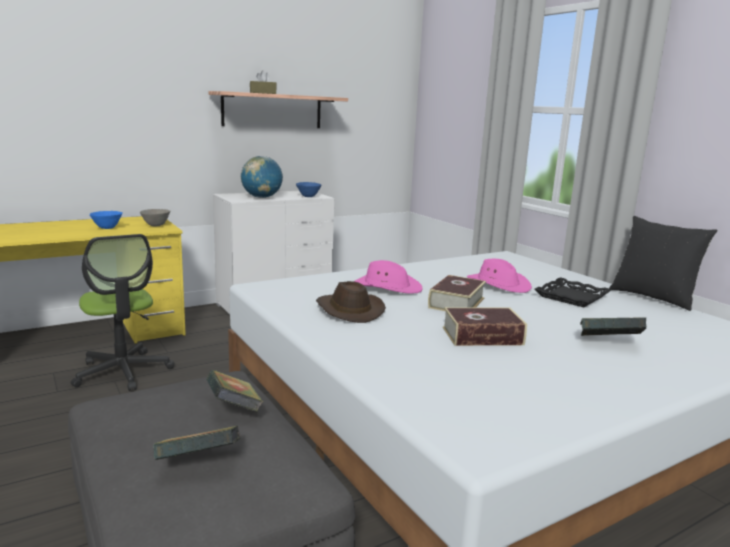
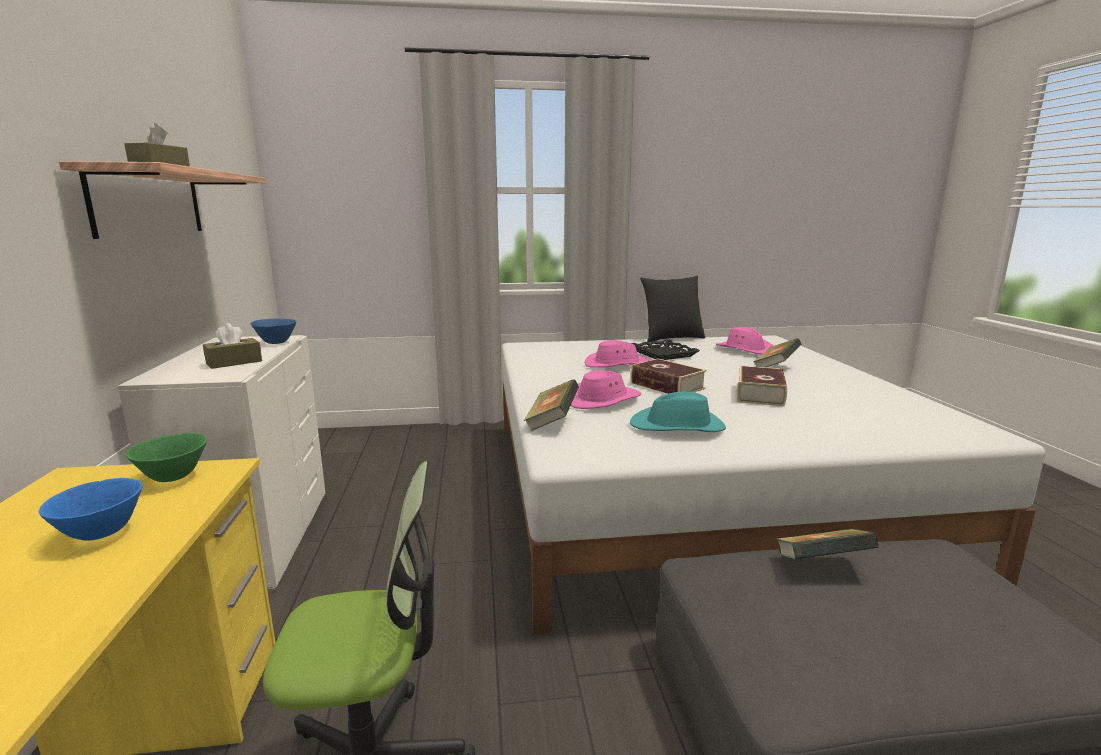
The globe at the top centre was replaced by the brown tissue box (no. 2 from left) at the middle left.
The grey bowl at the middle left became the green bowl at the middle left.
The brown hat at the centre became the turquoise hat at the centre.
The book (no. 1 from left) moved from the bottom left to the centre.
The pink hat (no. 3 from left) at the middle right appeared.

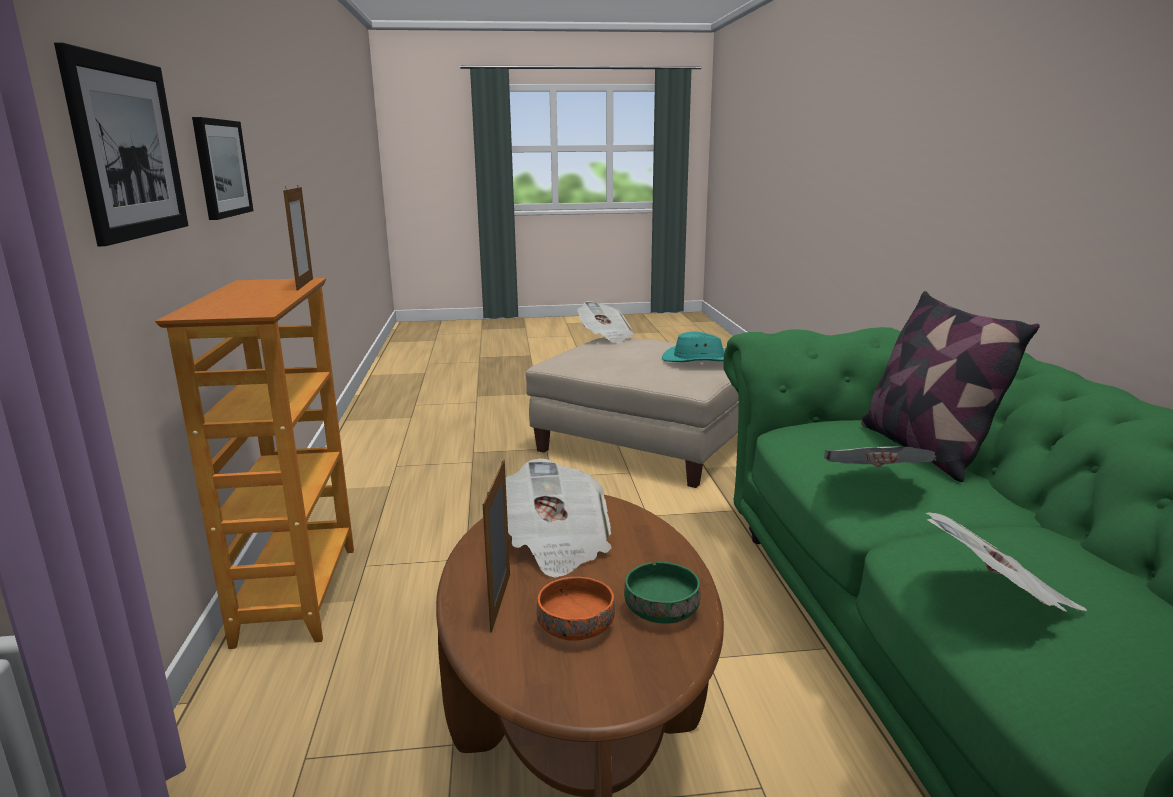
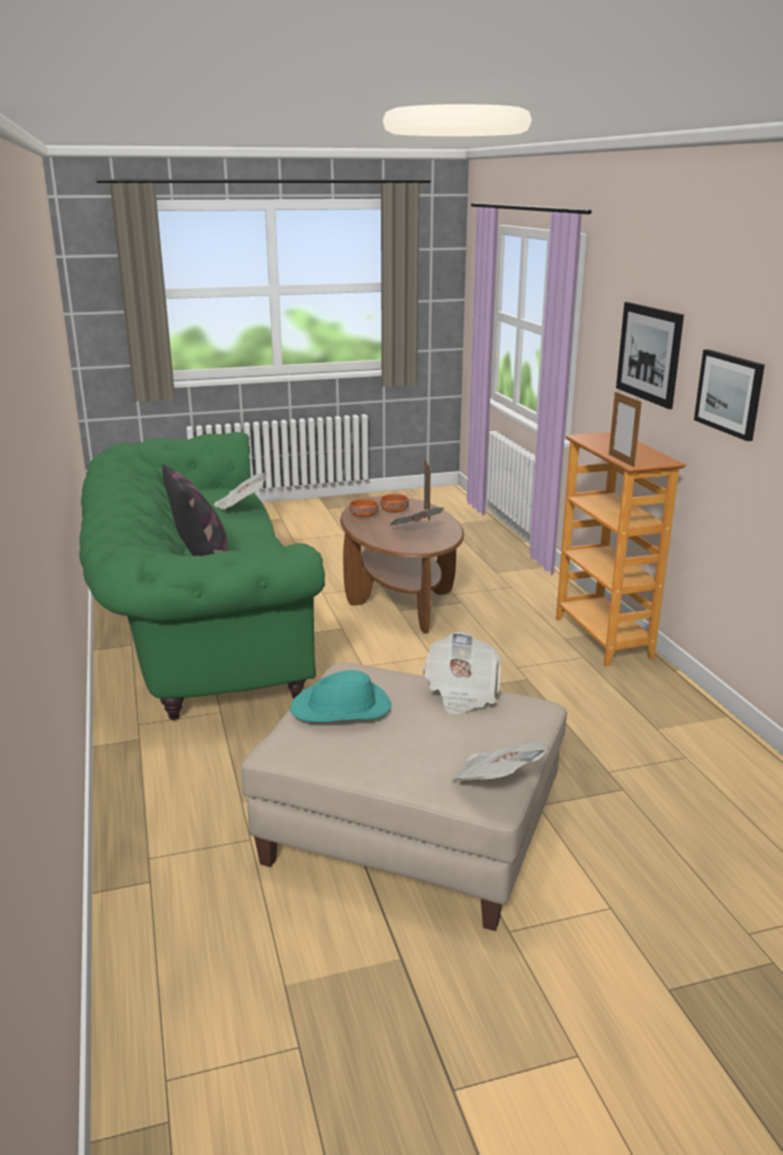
The newspaper (no. 3 from left) moved from the middle right to the centre.
The green bowl at the bottom centre became the orange bowl (no. 1 from left) at the centre.

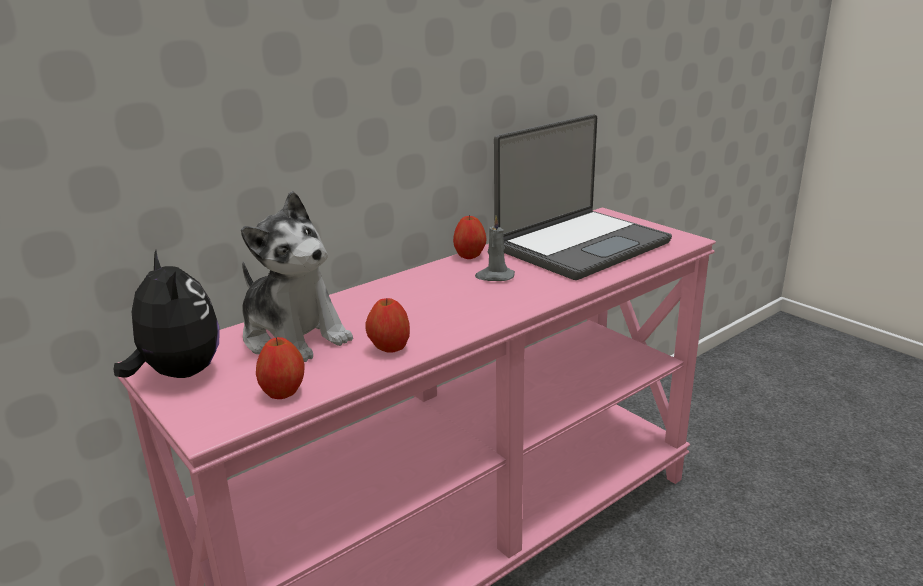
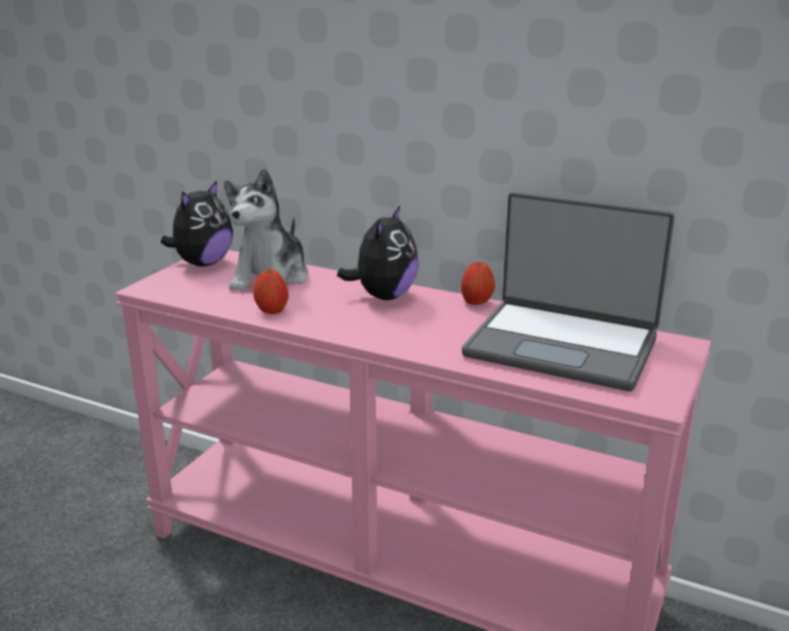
The grey candle at the centre disappeared.
The apple (no. 1 from left) at the middle left disappeared.
The plush toy (no. 3 from left) at the centre appeared.

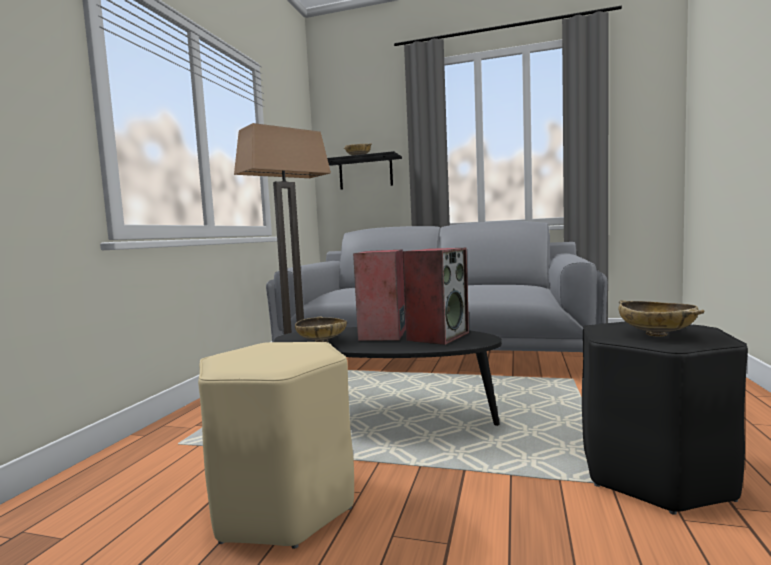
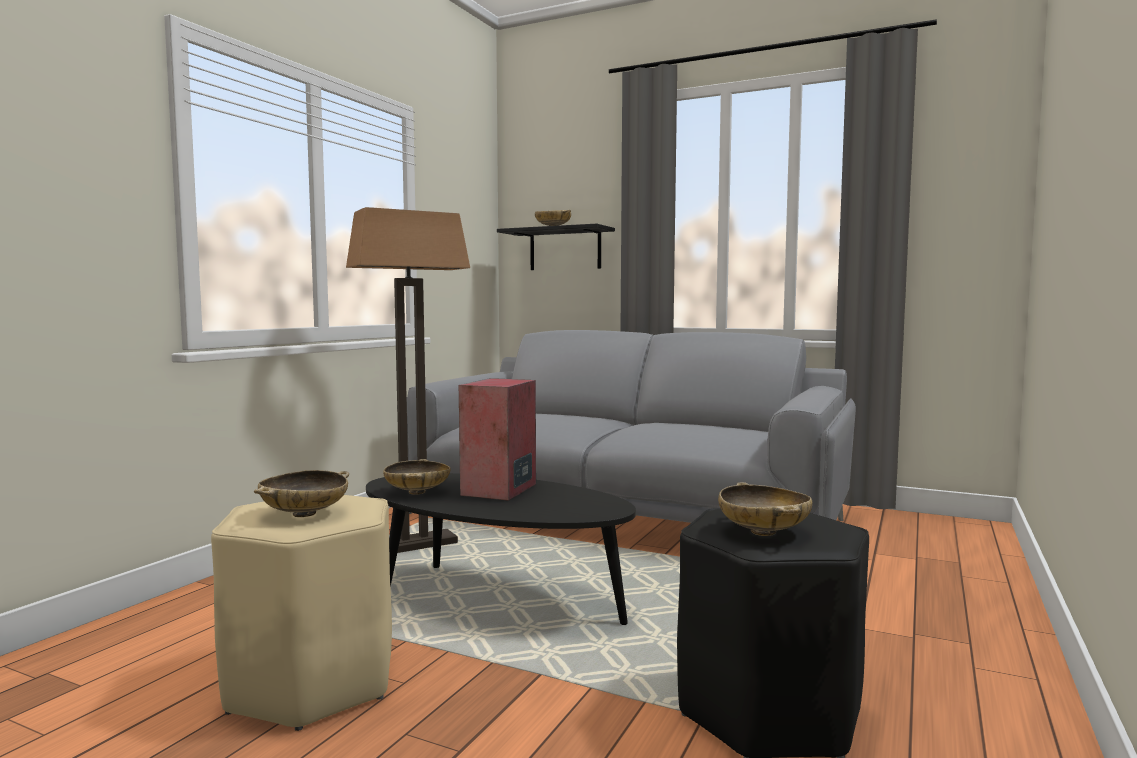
The speaker (no. 2 from left) at the centre disappeared.
The beige bowl (no. 1 from left) at the middle left appeared.

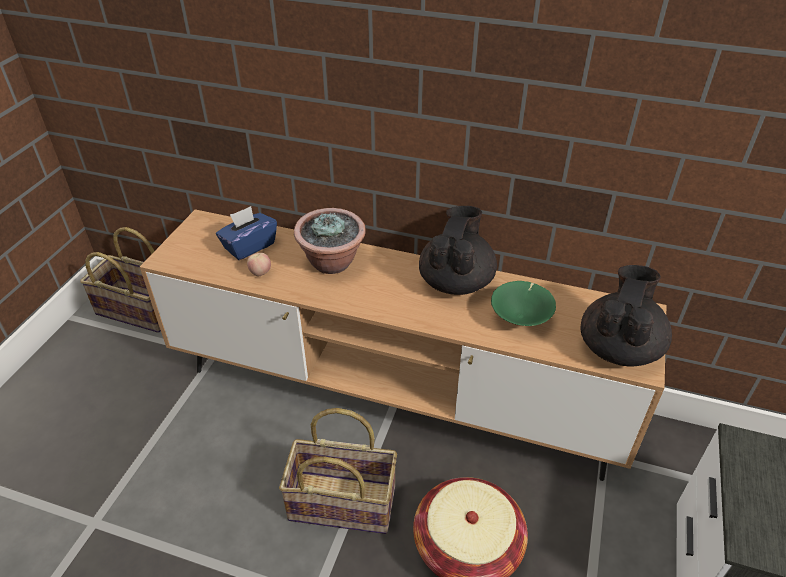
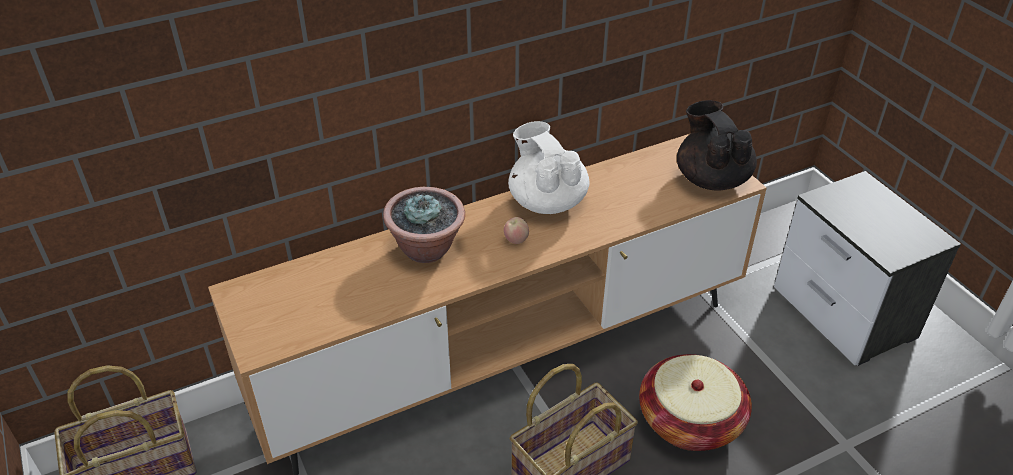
The blue tissue box at the middle left disappeared.
The black teapot (no. 1 from left) at the centre became the white teapot at the centre.
The apple moved from the middle left to the centre.
The green bowl at the centre disappeared.

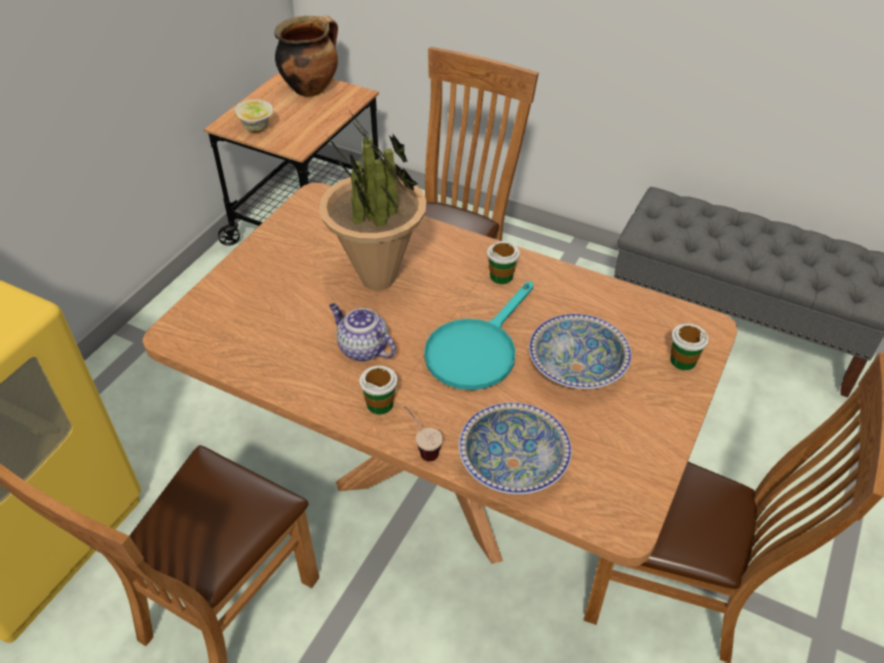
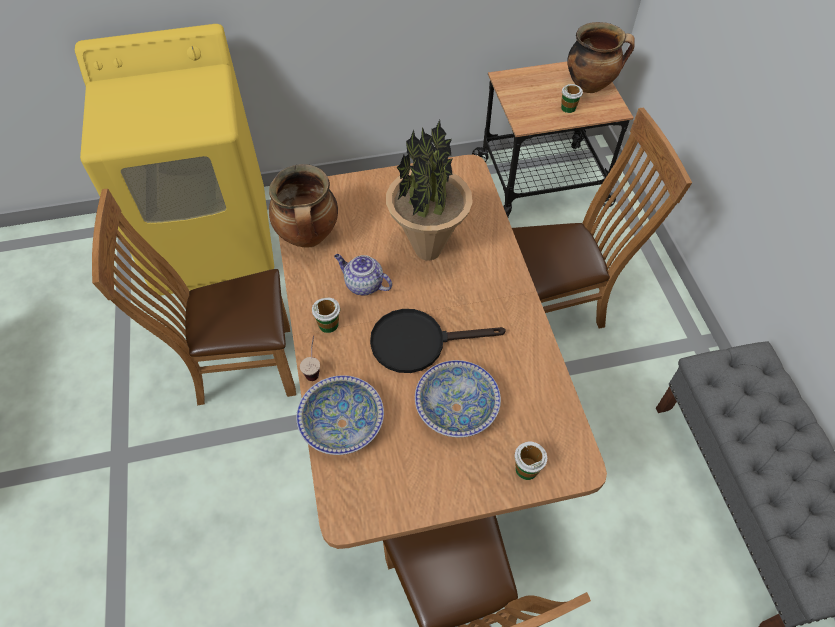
The bowl (no. 1 from left) at the top left disappeared.
The cup (no. 3 from left in the first image) moved from the centre to the top right.
The turquoise frying pan at the centre became the black frying pan at the centre.
The teapot at the centre turned 60 degrees counterclockwise.
The cooking pot (no. 1 from left) at the top centre appeared.

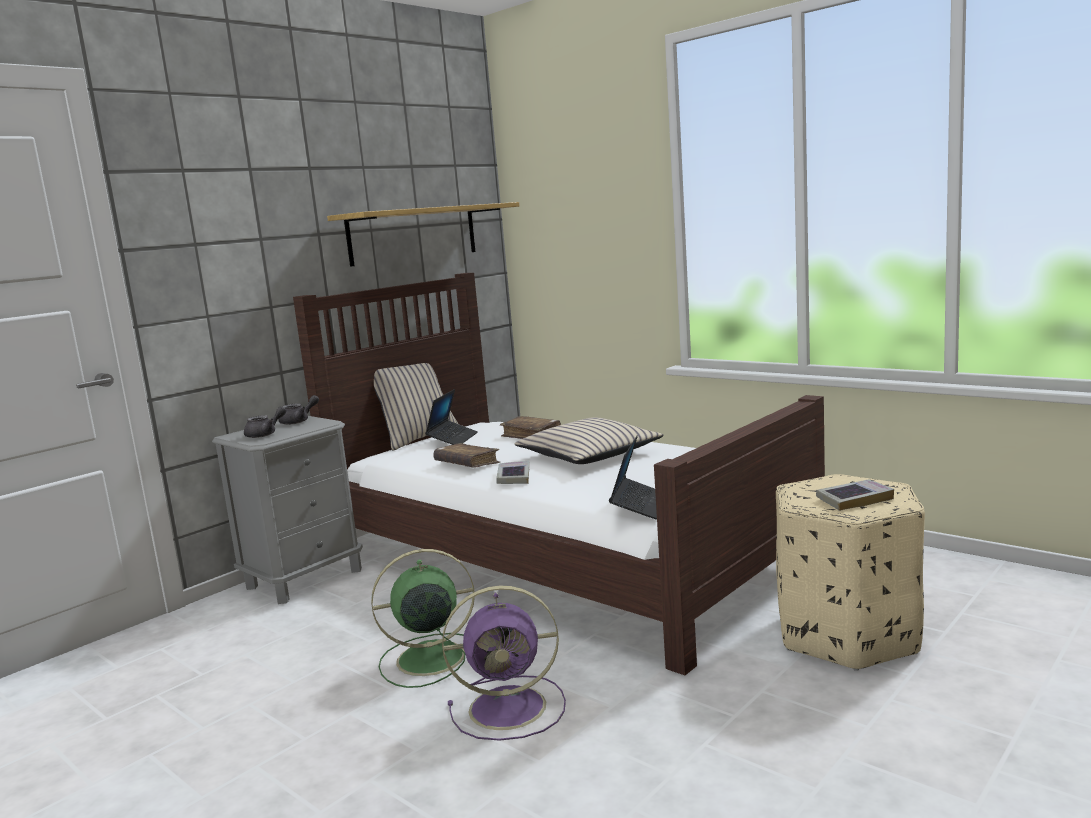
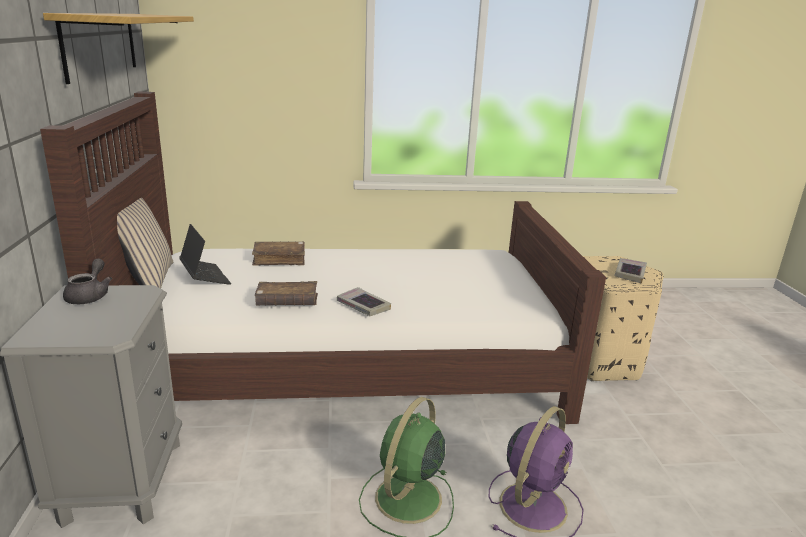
The grey teapot (no. 1 from left) at the middle left disappeared.
The beige pillow (no. 2 from left) at the centre disappeared.
The laptop (no. 2 from left) at the centre disappeared.

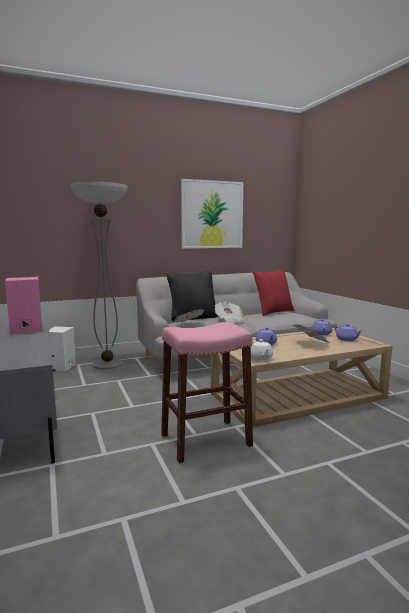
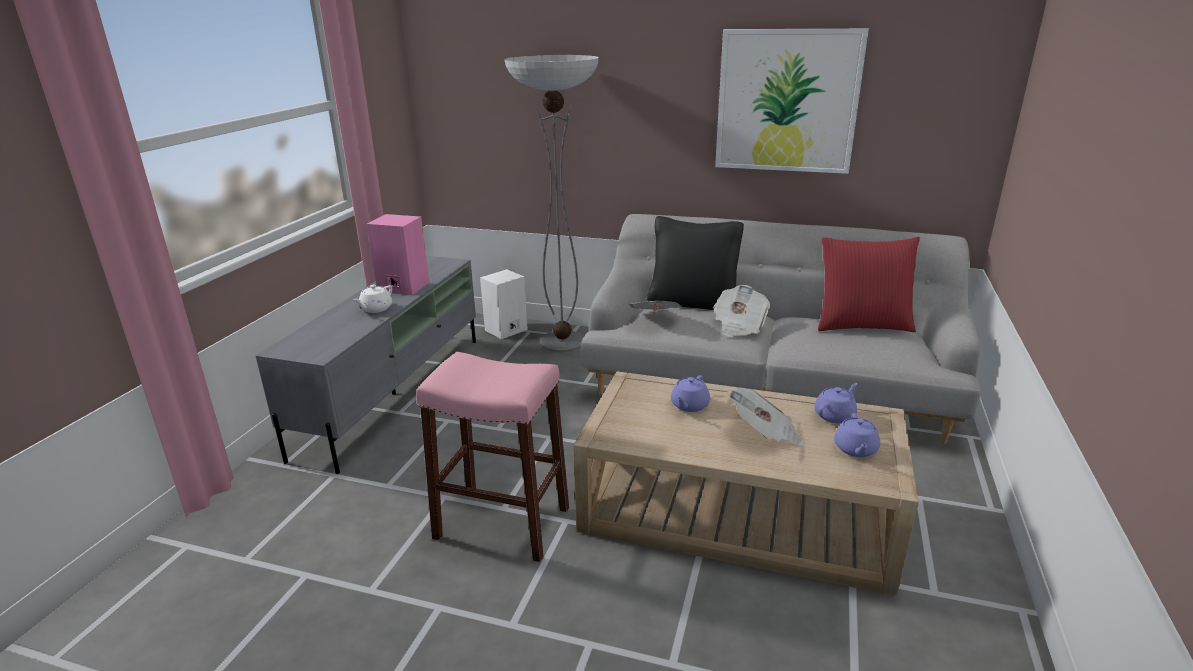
The white teapot moved from the centre to the middle left.

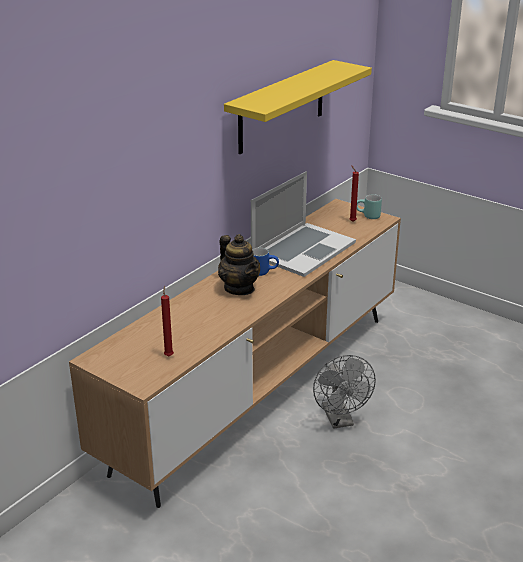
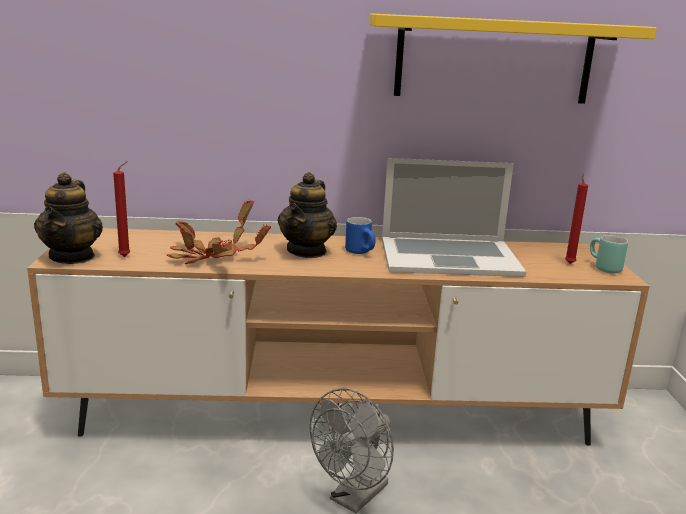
The teapot (no. 1 from left) at the middle left appeared.
The potted plant at the middle left appeared.

